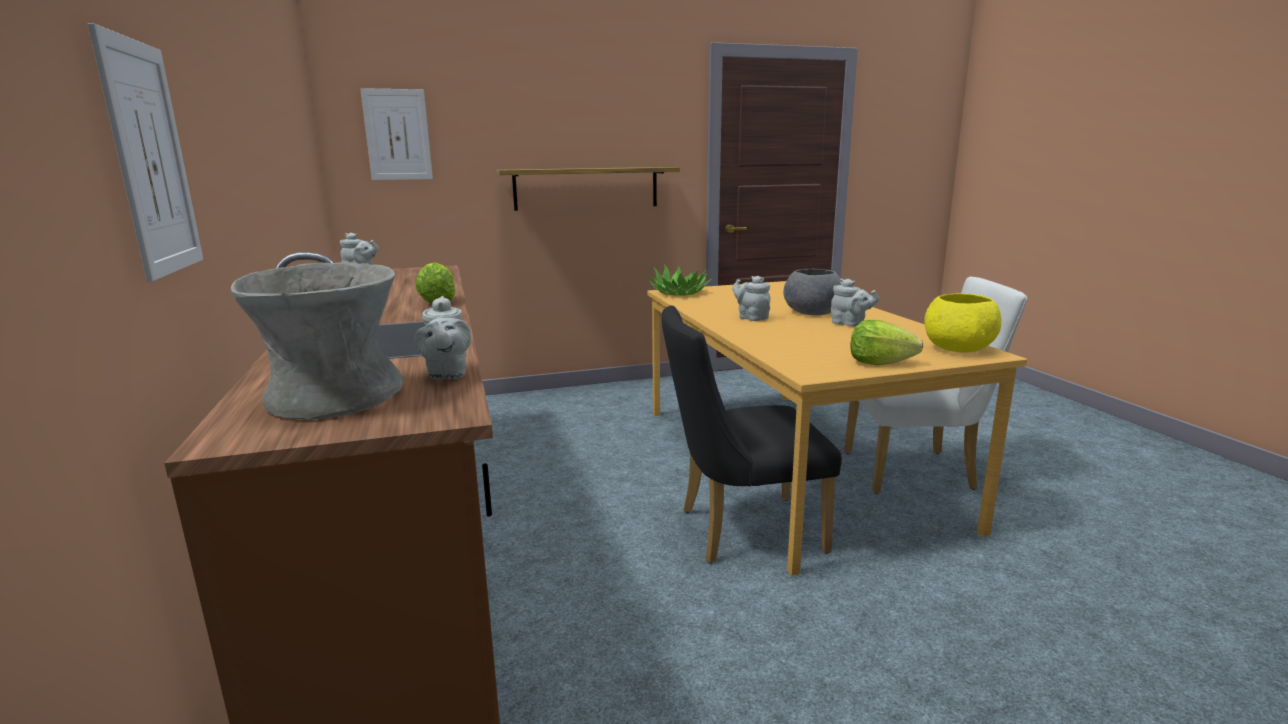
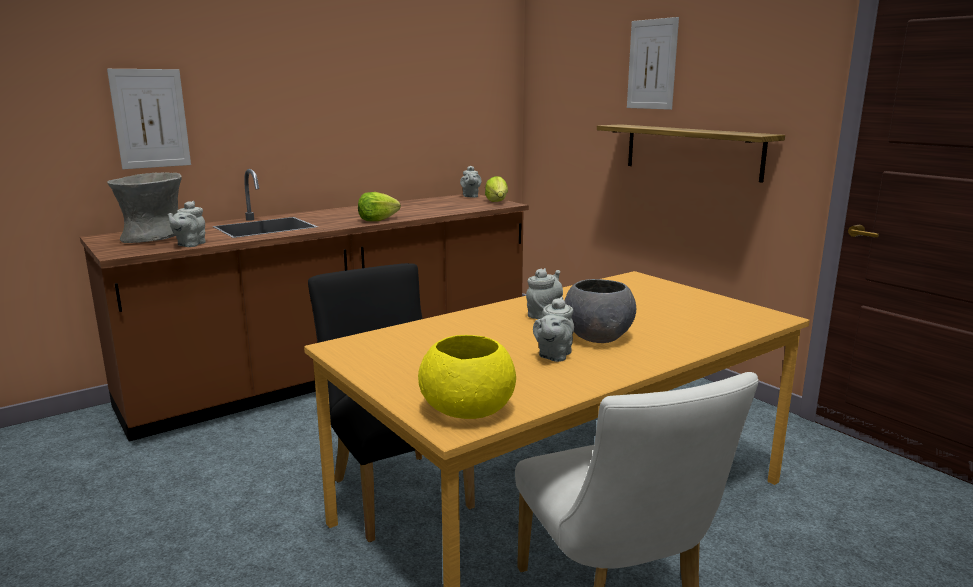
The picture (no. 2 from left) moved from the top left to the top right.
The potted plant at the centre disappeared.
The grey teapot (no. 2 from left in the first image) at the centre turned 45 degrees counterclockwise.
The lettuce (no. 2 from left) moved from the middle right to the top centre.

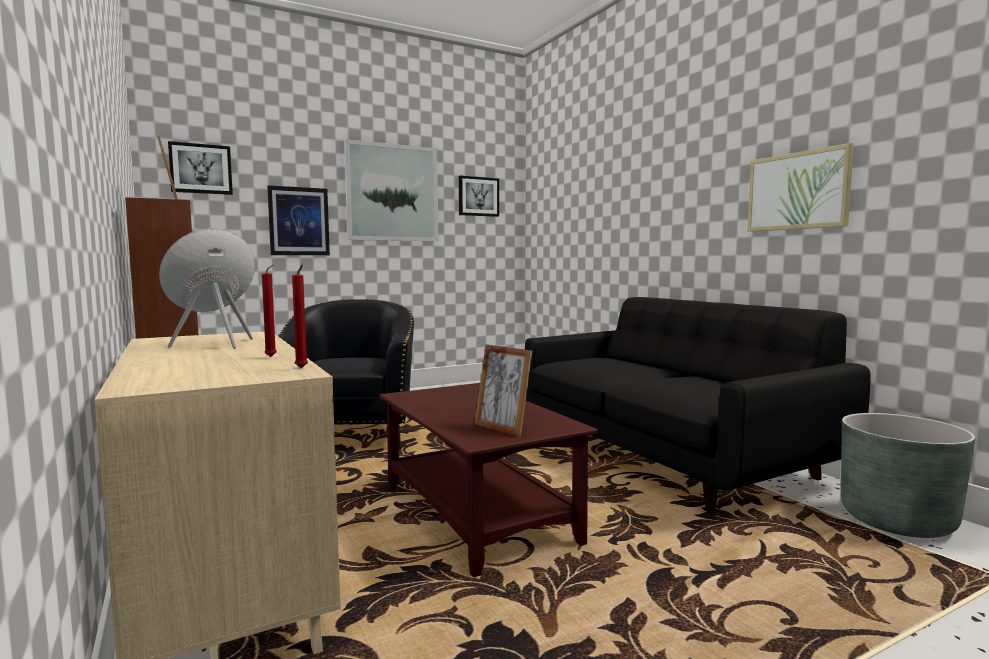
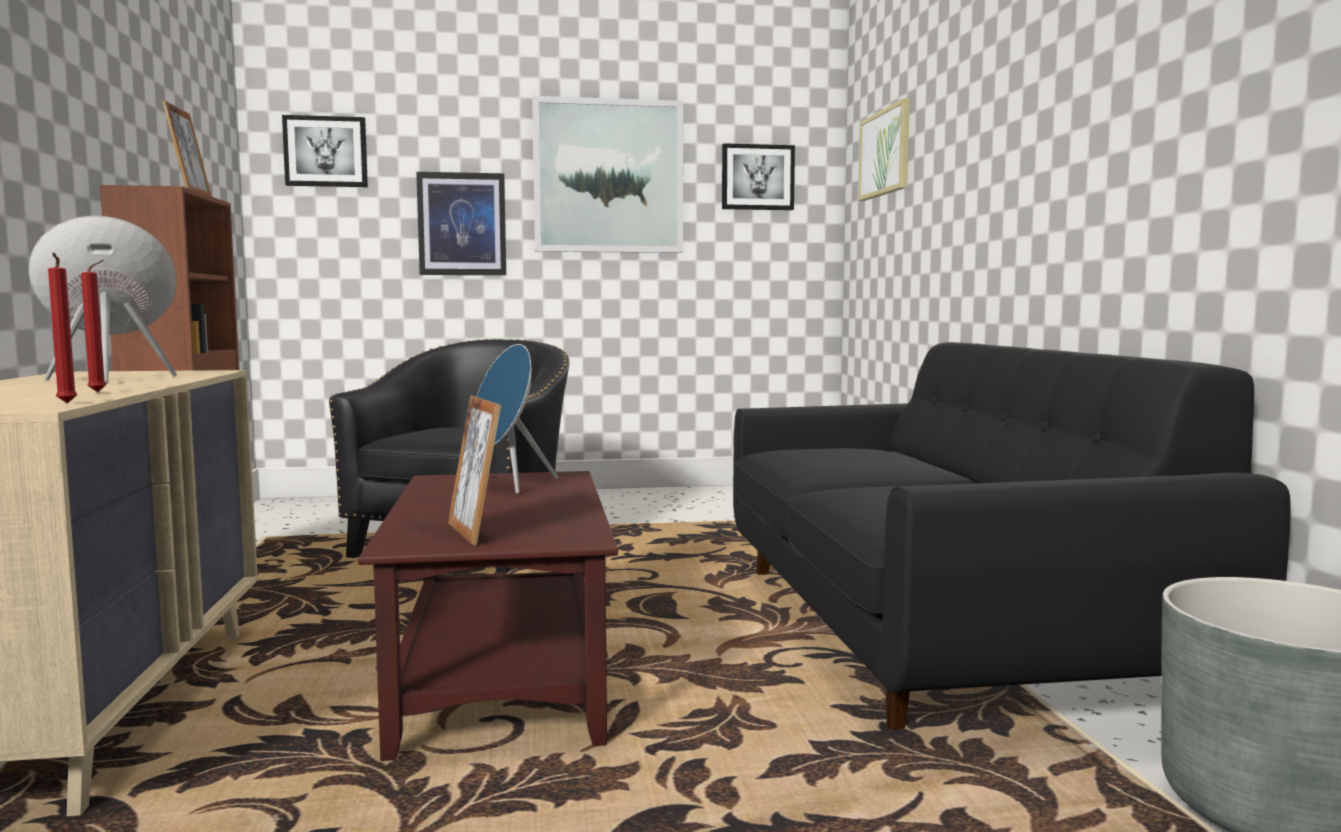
The picture (no. 5 from left) moved from the top right to the top centre.
The blue speaker at the centre appeared.

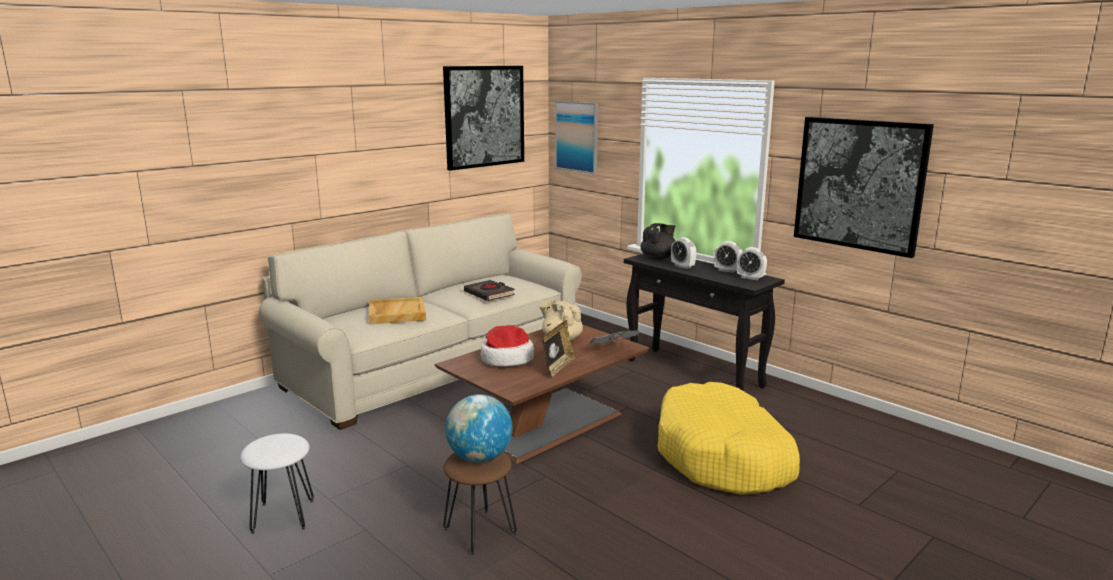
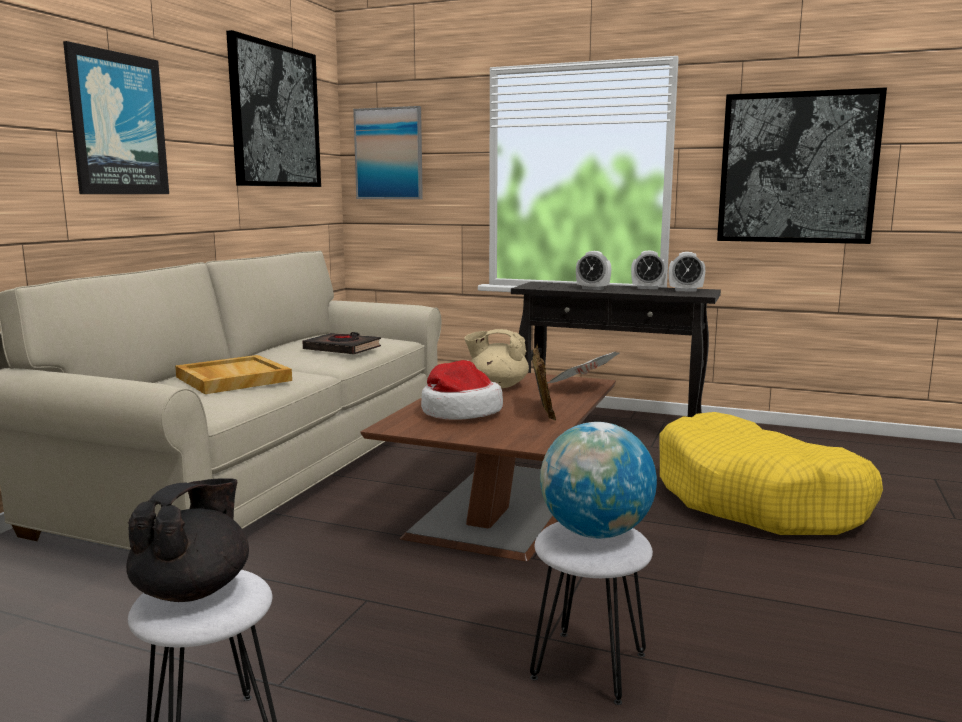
The black teapot moved from the centre to the bottom left.
The brown stool at the bottom centre became the white stool (no. 2 from left) at the bottom centre.
The picture (no. 1 from left) at the top left appeared.

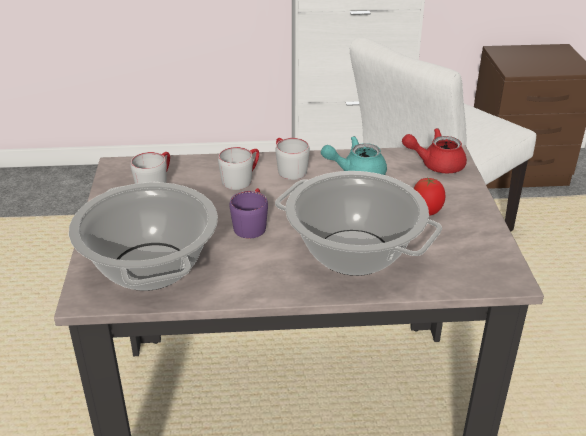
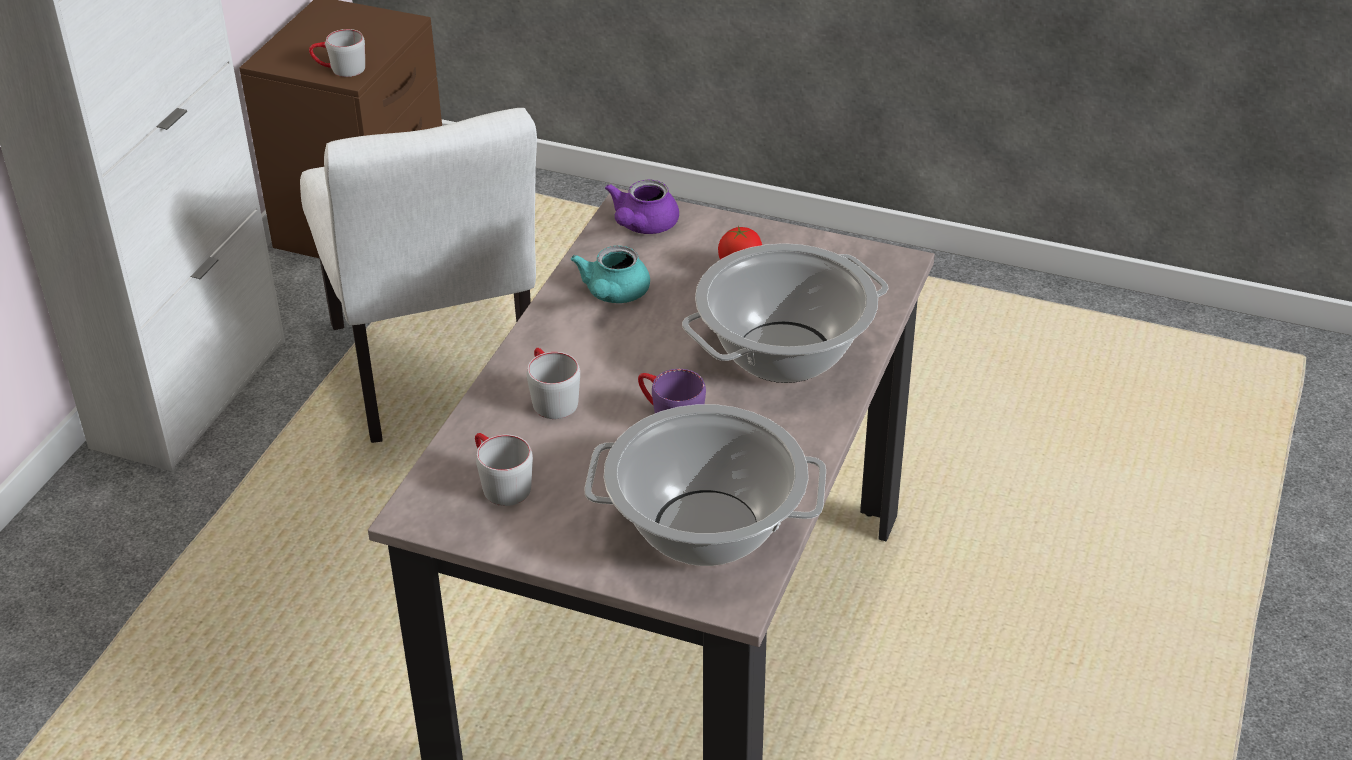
The red teapot at the middle right became the purple teapot at the top centre.
The grey mug (no. 3 from left in the first image) moved from the centre to the top left.

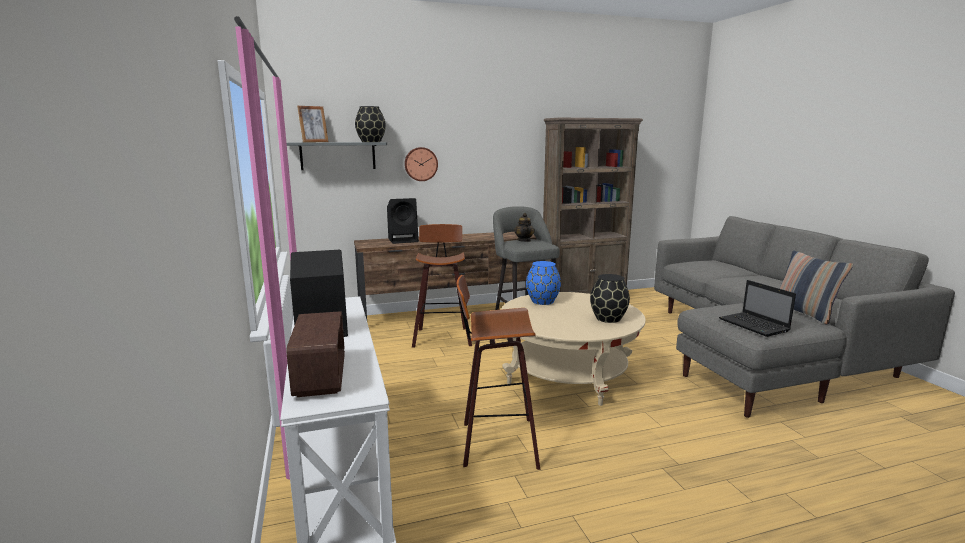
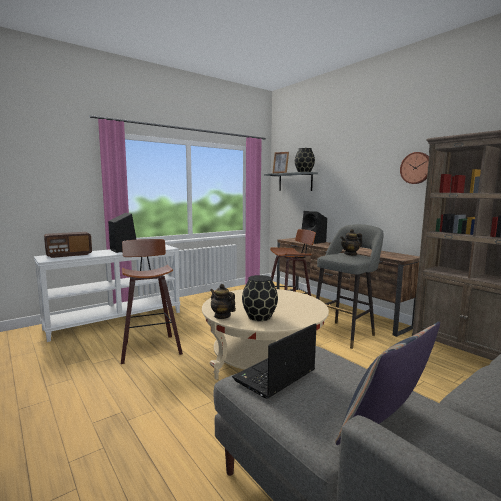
The wall clock moved from the top centre to the middle right.
The blue vase at the centre disappeared.
The teapot (no. 1 from left) at the centre appeared.

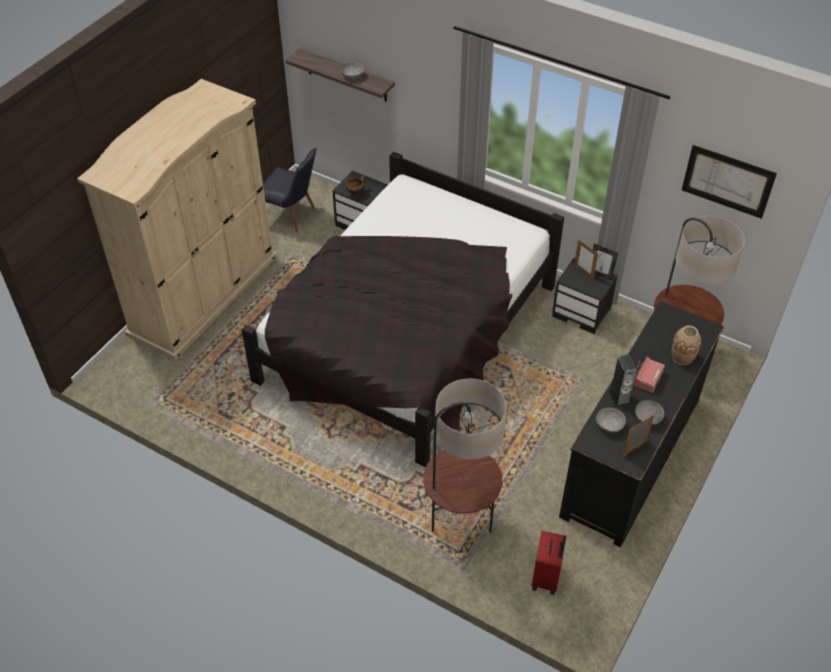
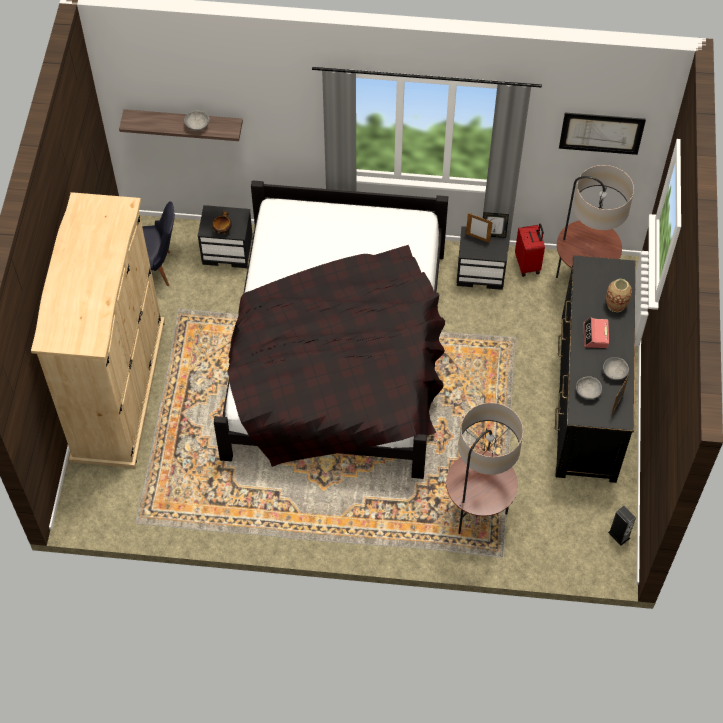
The speaker moved from the middle right to the bottom right.
The red suitcase moved from the bottom centre to the middle right.

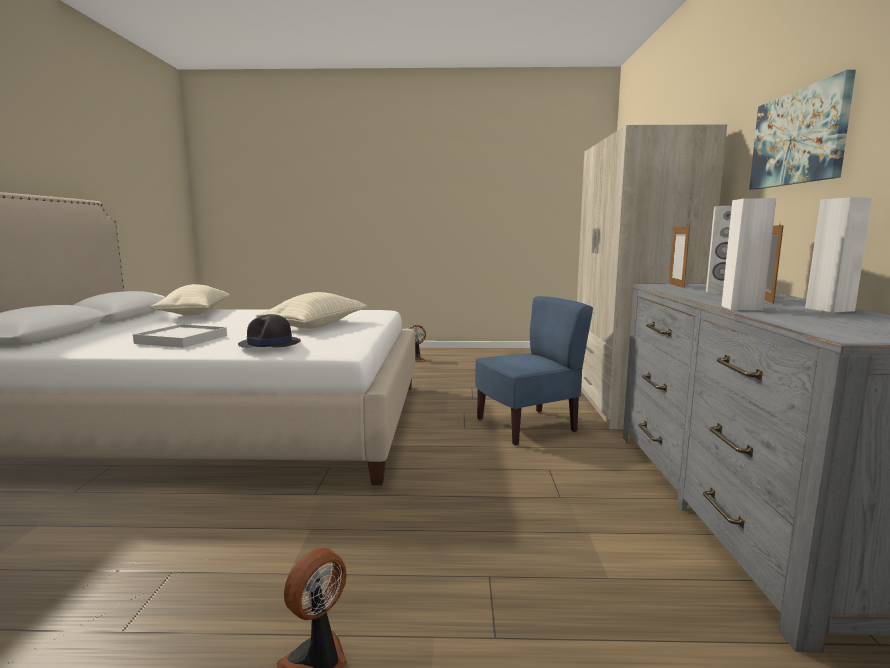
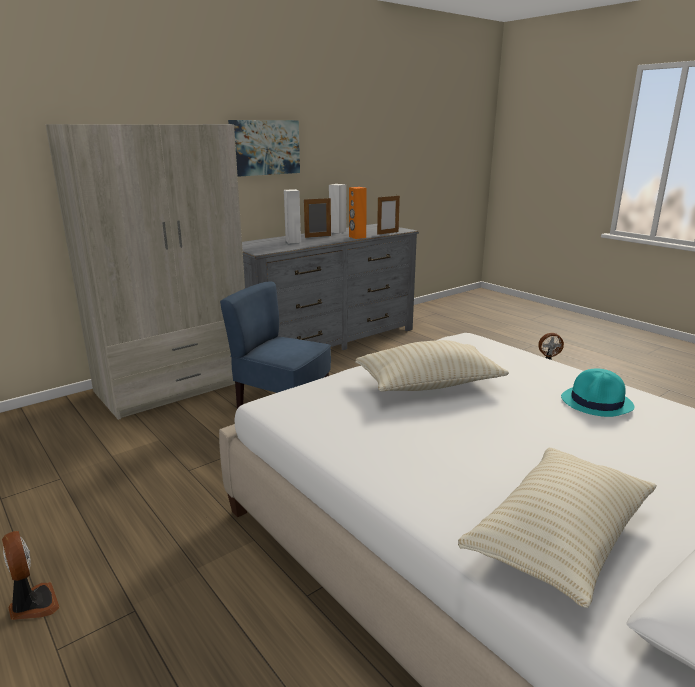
The white speaker (no. 2 from left) at the middle right became the orange speaker at the top centre.
The picture frame (no. 1 from left in the first image) moved from the middle right to the top centre.
The black hat at the middle left disappeared.
The white tray at the middle left was replaced by the turquoise hat at the middle right.

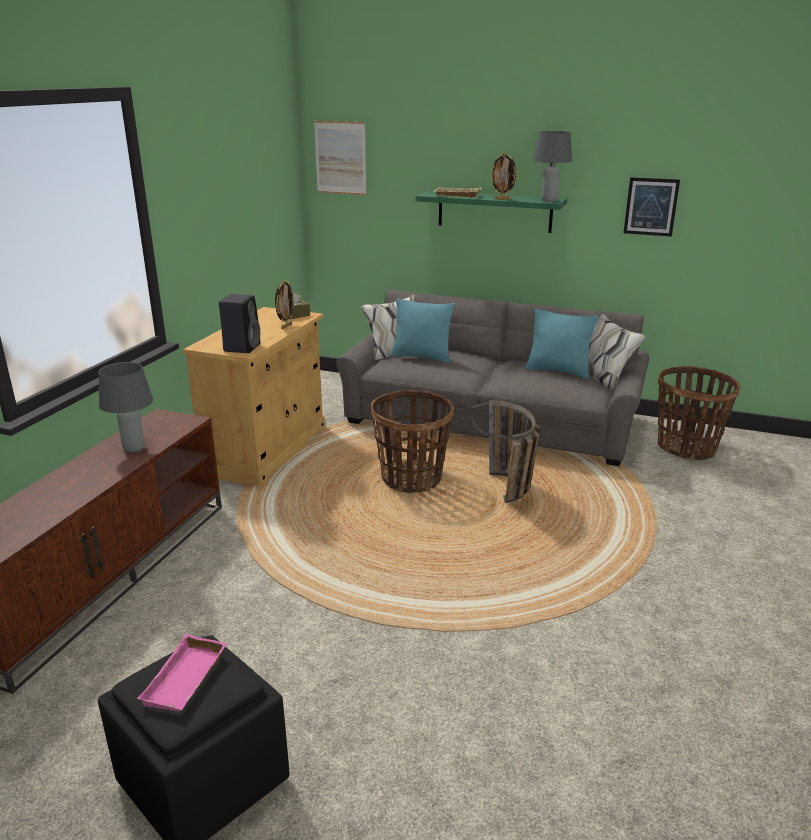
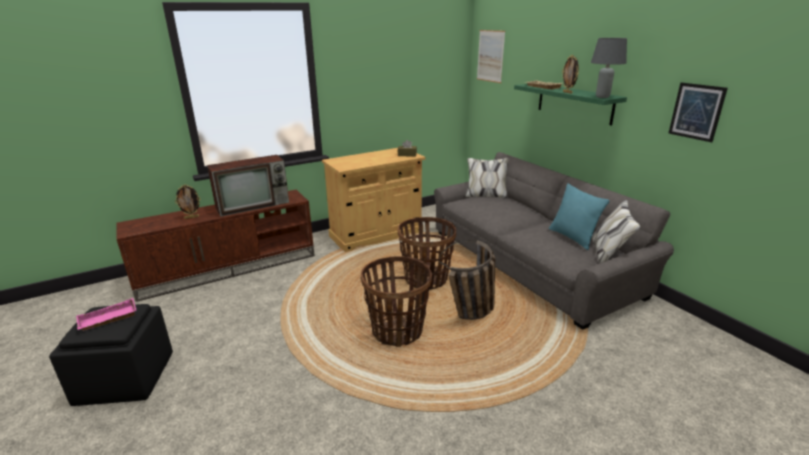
The picture frame (no. 1 from left) moved from the centre to the middle left.
The black speaker at the middle left disappeared.
The turquoise pillow (no. 1 from left) at the centre disappeared.
The grey table lamp (no. 1 from left) at the middle left was replaced by the television at the middle left.
The basket (no. 3 from left in the first image) moved from the middle right to the centre.

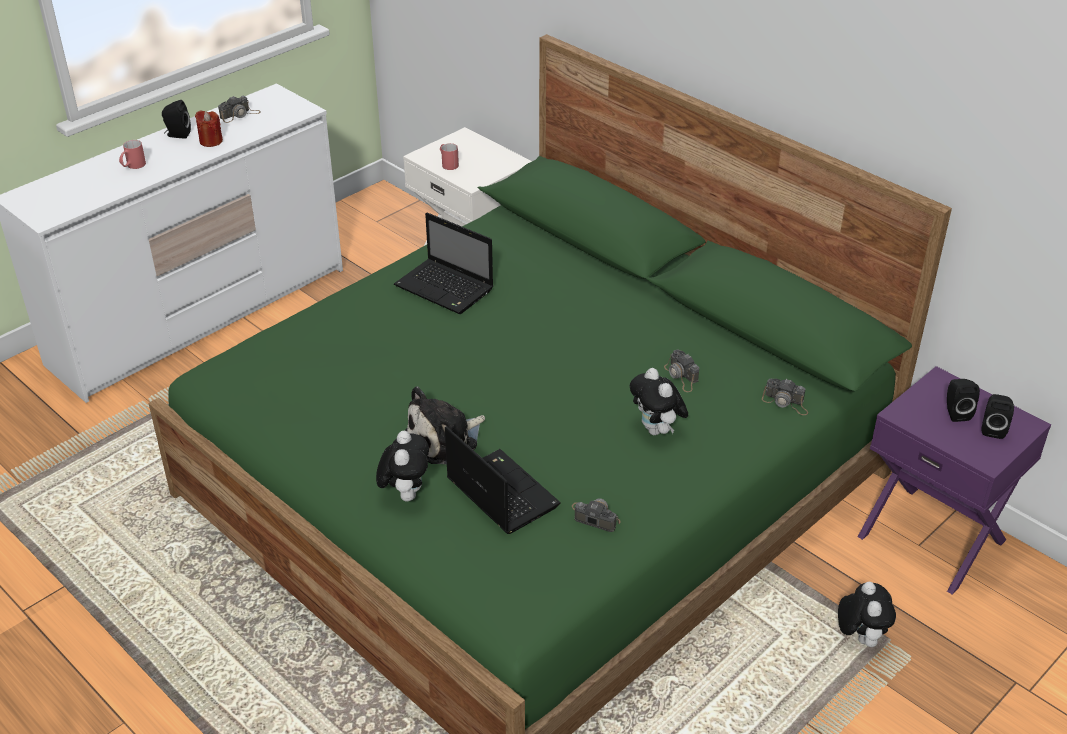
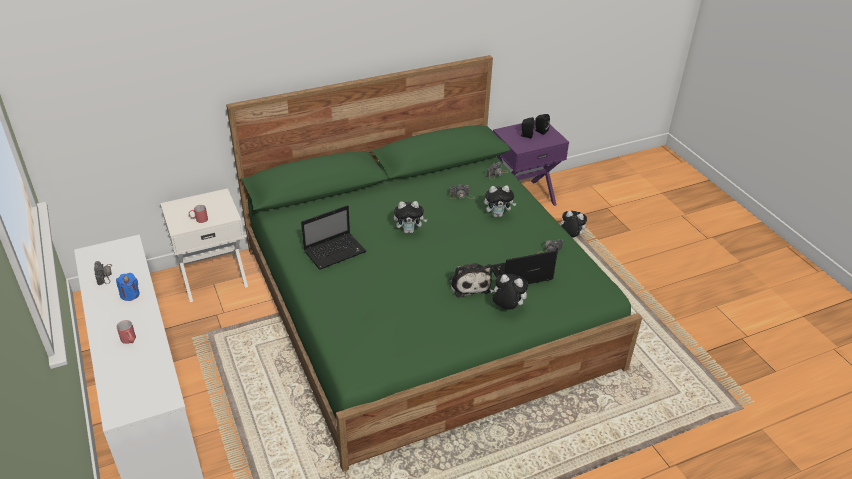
The black speaker (no. 1 from left) at the top left disappeared.
The red candle at the top left became the blue candle at the middle left.
The plush toy (no. 1 from left) at the centre appeared.

